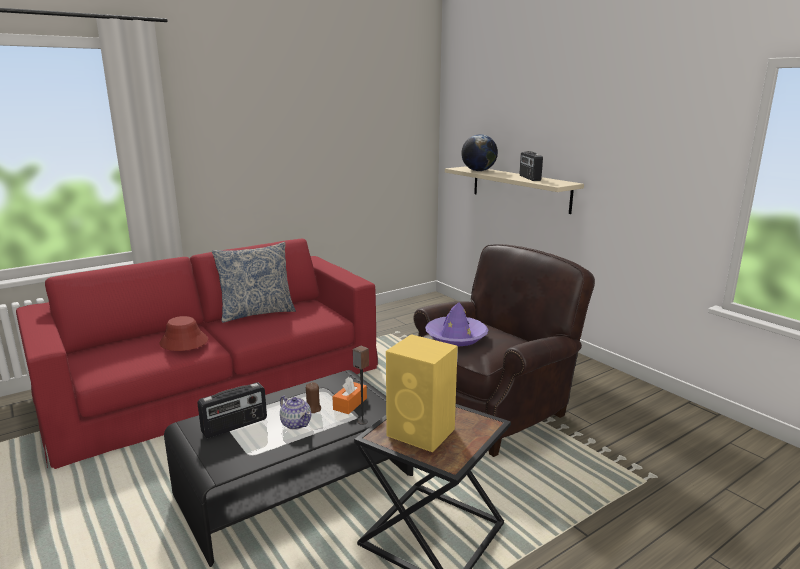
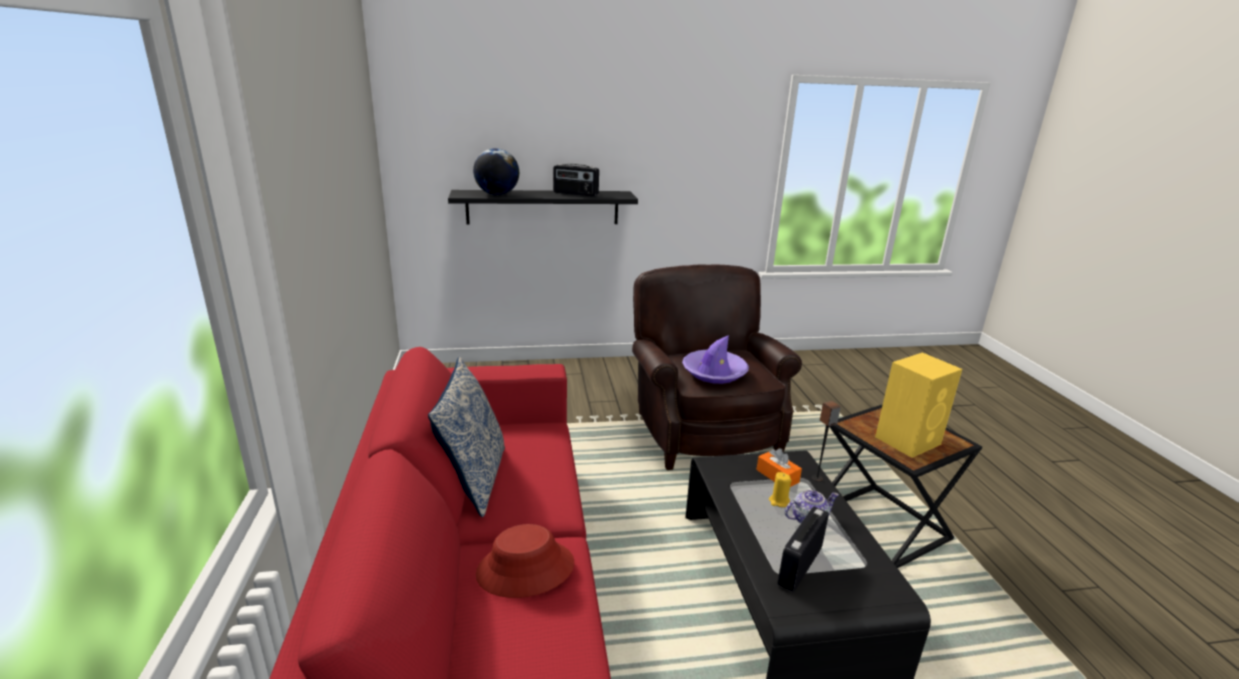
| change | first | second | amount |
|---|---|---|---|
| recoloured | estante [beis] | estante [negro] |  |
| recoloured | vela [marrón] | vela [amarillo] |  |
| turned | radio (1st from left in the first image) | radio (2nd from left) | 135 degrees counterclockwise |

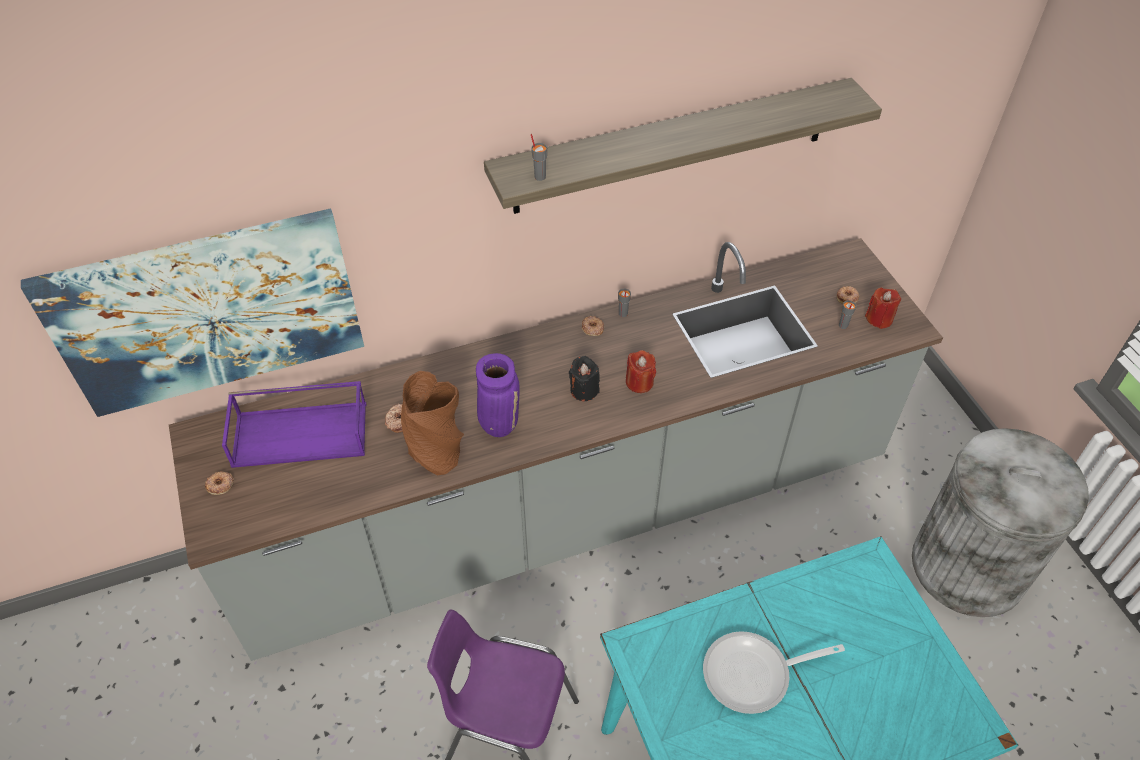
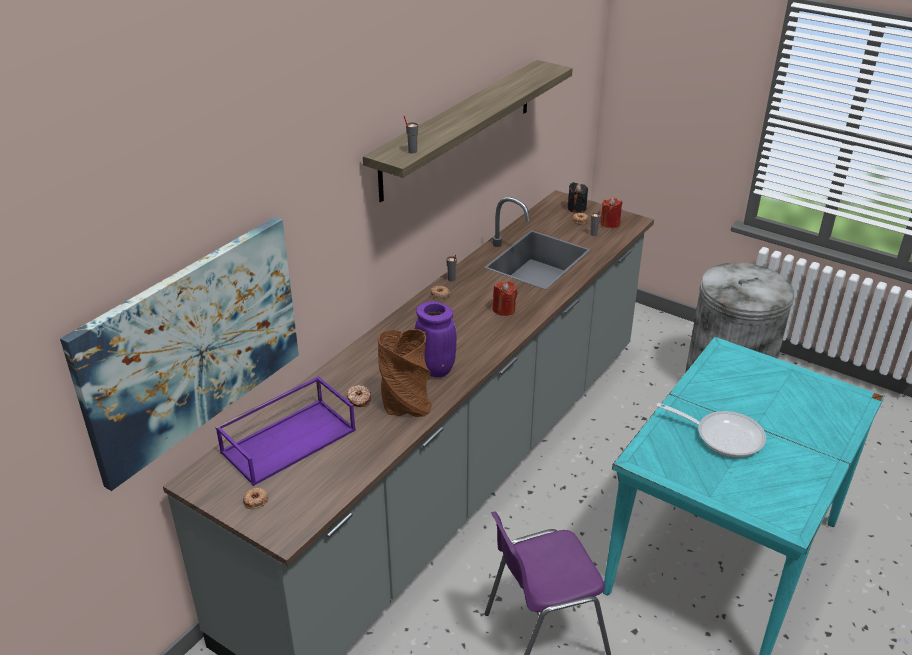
| change | first | second | amount |
|---|---|---|---|
| moved | vela [negro] |  |  |
| turned | sartén |  | 105 degrees counterclockwise |

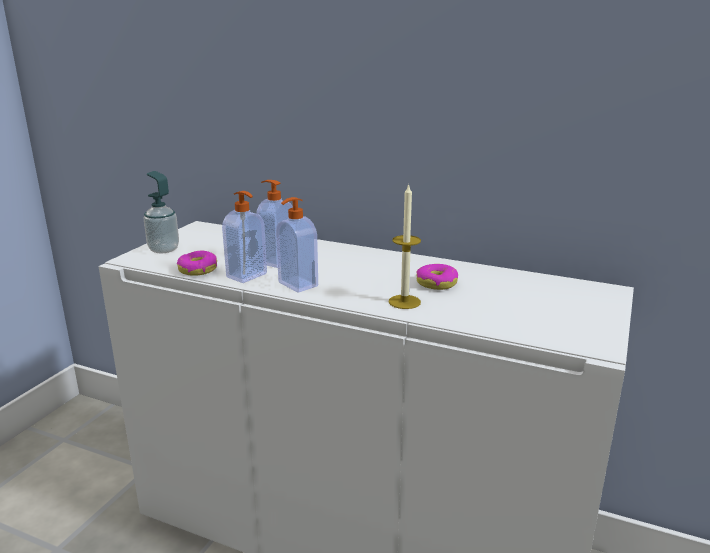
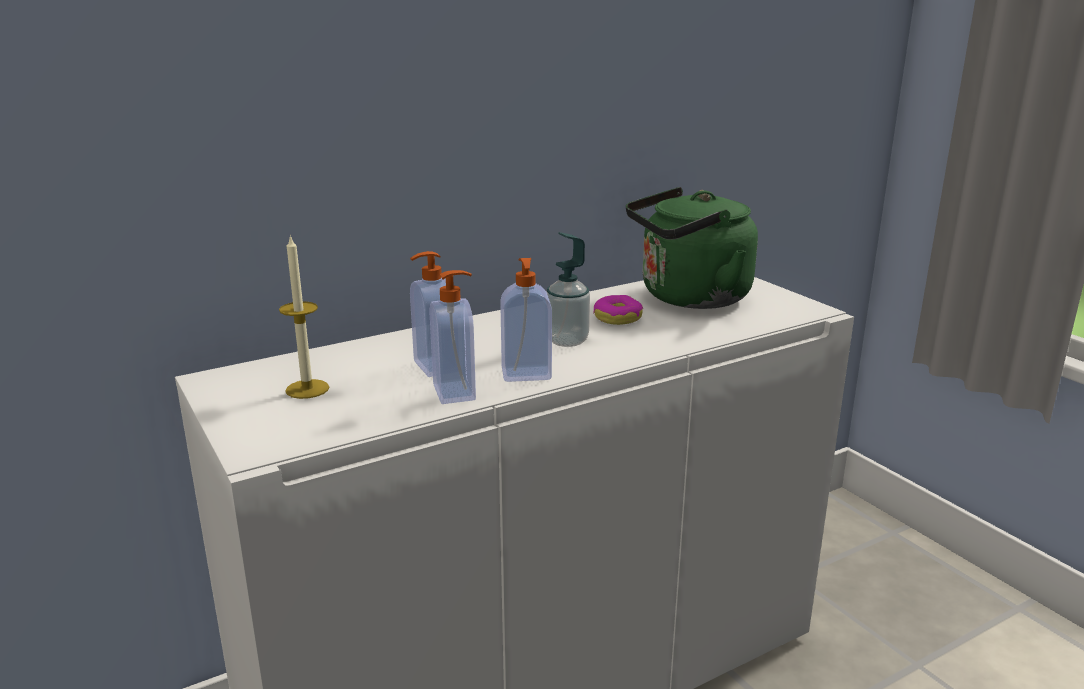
| change | first | second | amount |
|---|---|---|---|
| moved | vela |  |  |
| moved | dispensador de jabón (1st from left in the first image) | dispensador de jabón (4th from left) |  |
| added |  | hervidor [verde] |  |
| removed | rosquilla (1st from left) |  |  |

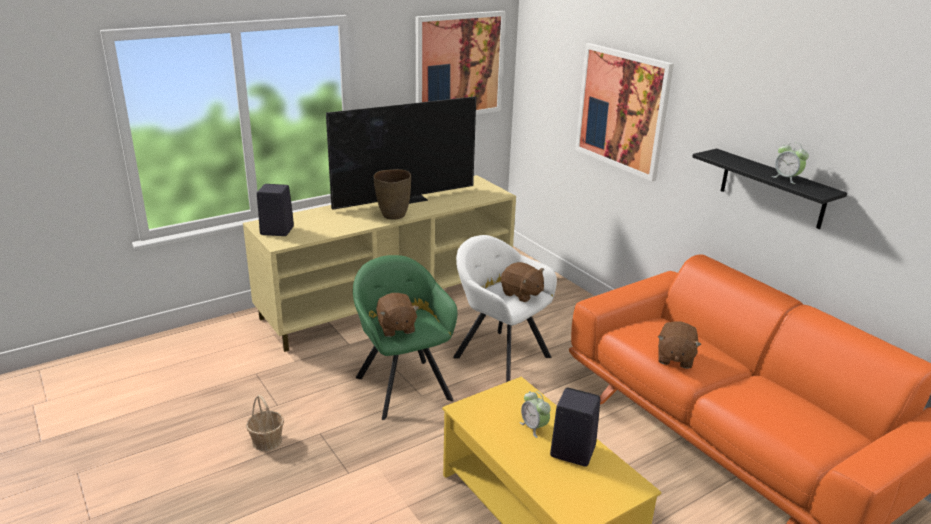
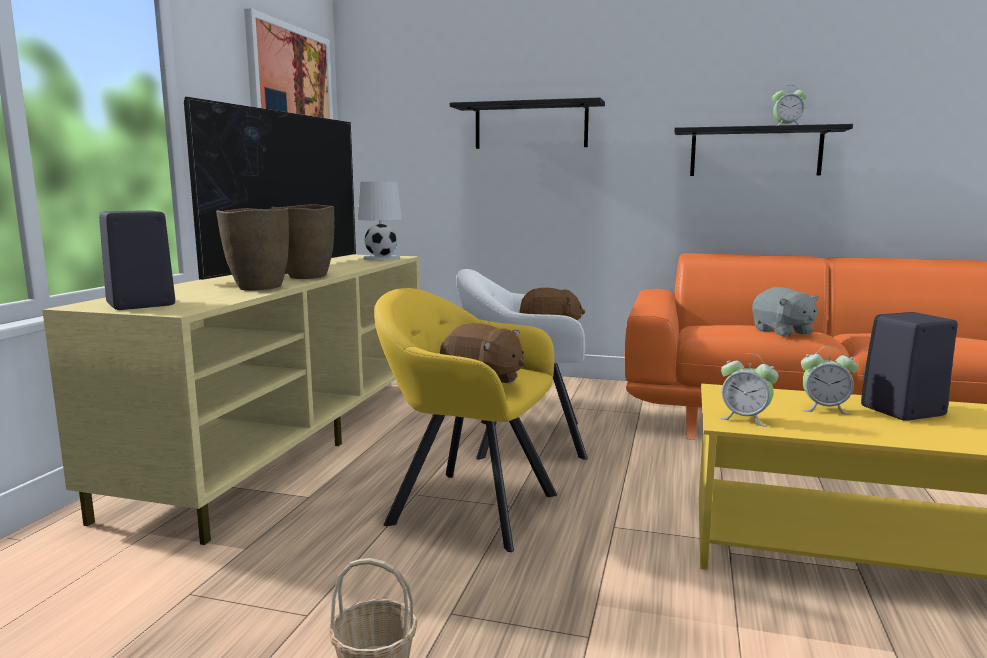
| change | first | second | amount |
|---|---|---|---|
| added |  | florero [marrón] (1st from left) |  |
| added |  | lámpara de mesa [blanco] |  |
| recoloured | sillón [verde] | sillón [amarillo] |  |
| replaced | cuadro (2nd from left) | estante [negro] (1st from left) |  |
| added |  | despertador (1st from left) |  |
| recoloured | peluche [marrón] (3rd from left) | peluche [gris] |  |

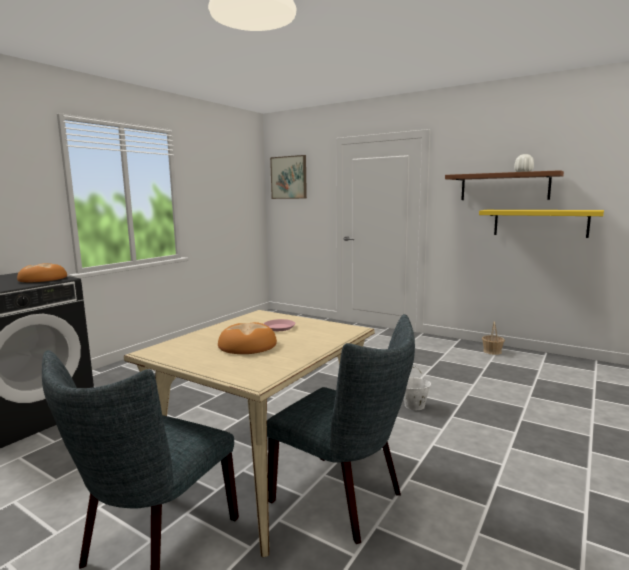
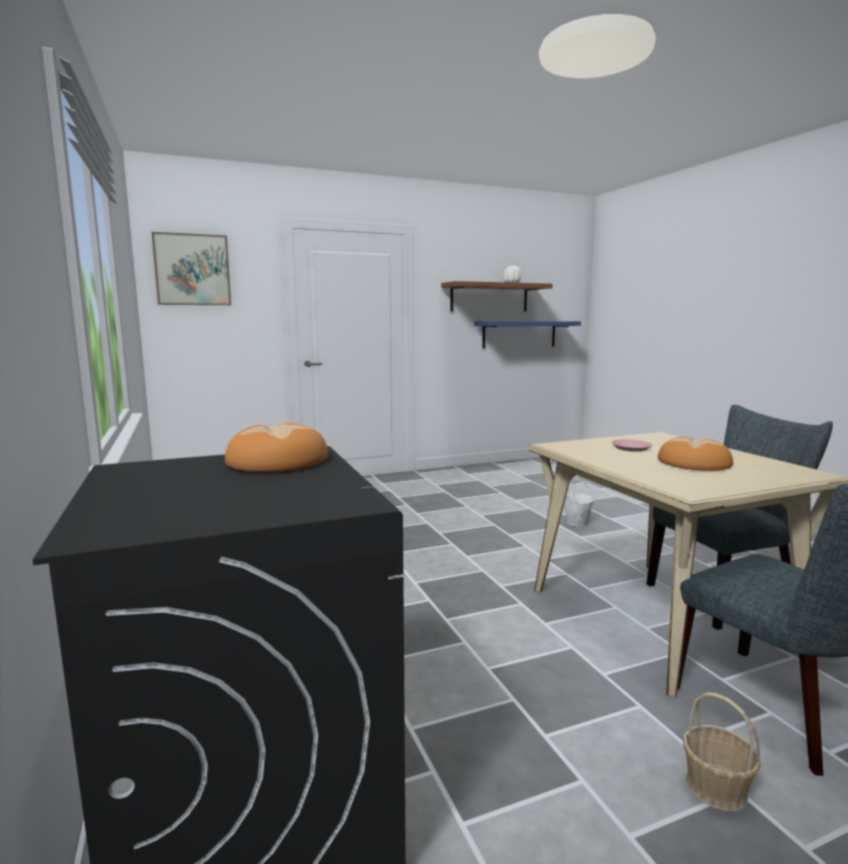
| change | first | second | amount |
|---|---|---|---|
| recoloured | estante [amarillo] | estante [azul] |  |
| moved | cesta |  |  |

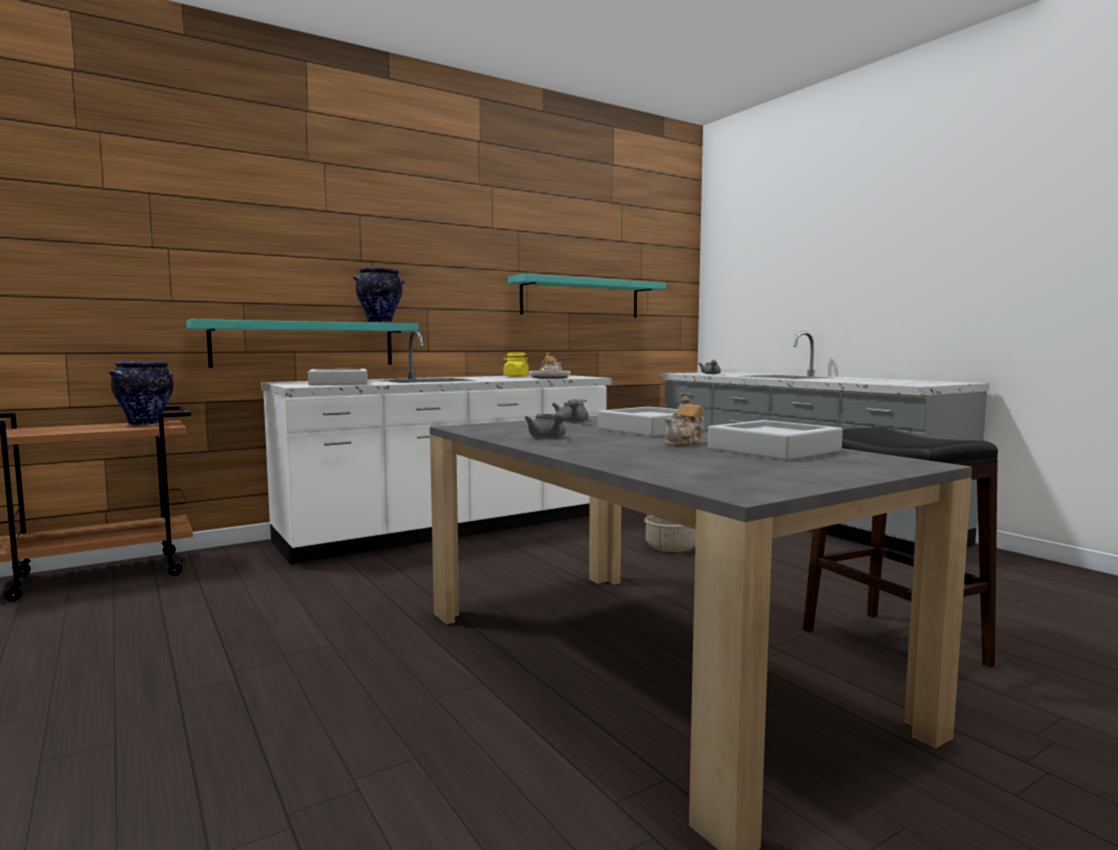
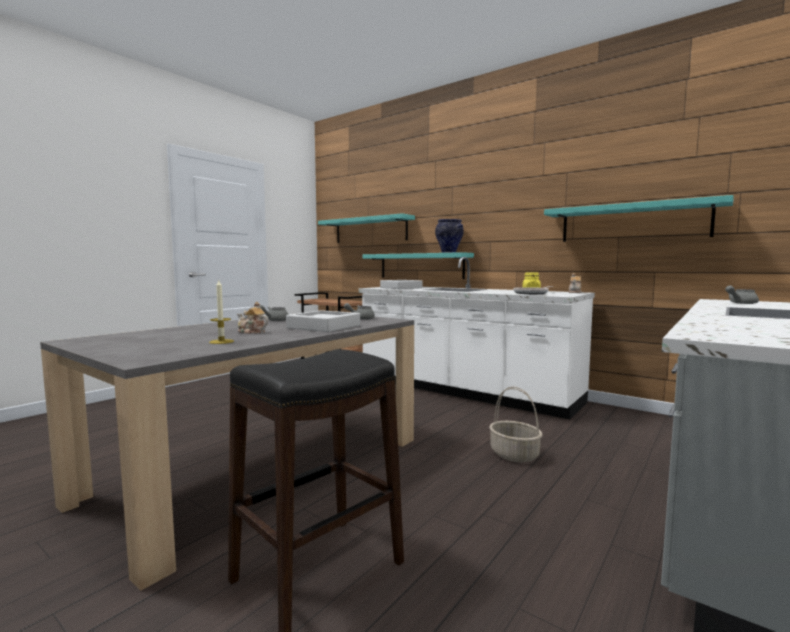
| change | first | second | amount |
|---|---|---|---|
| replaced | bandeja [gris] (3rd from left) | vela |  |
| added |  | estante [turquesa] (1st from left) |  |
| removed | florero (1st from left) |  |  |

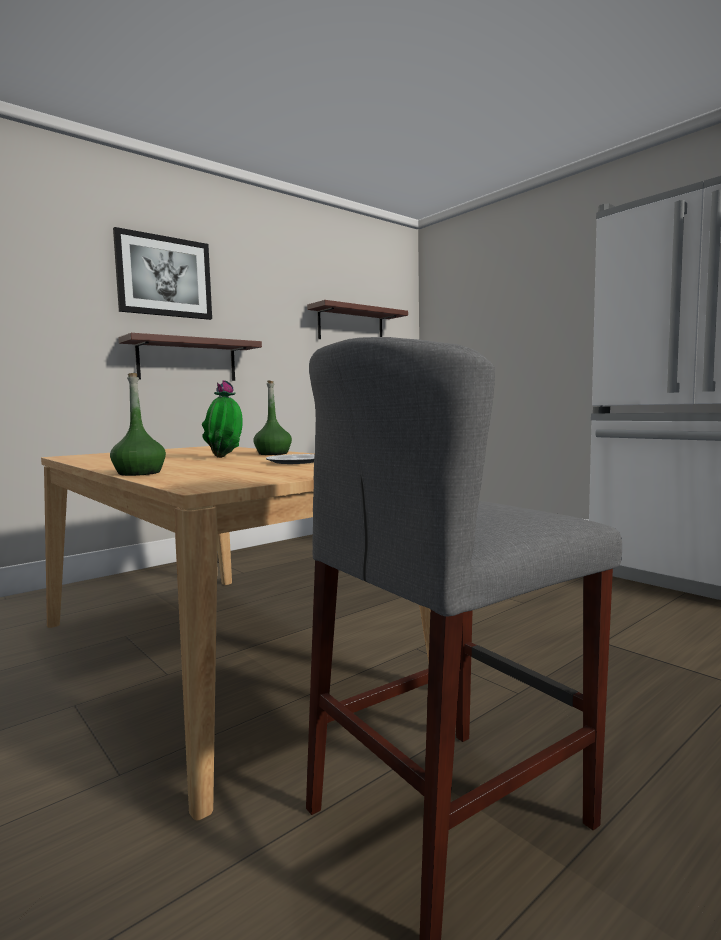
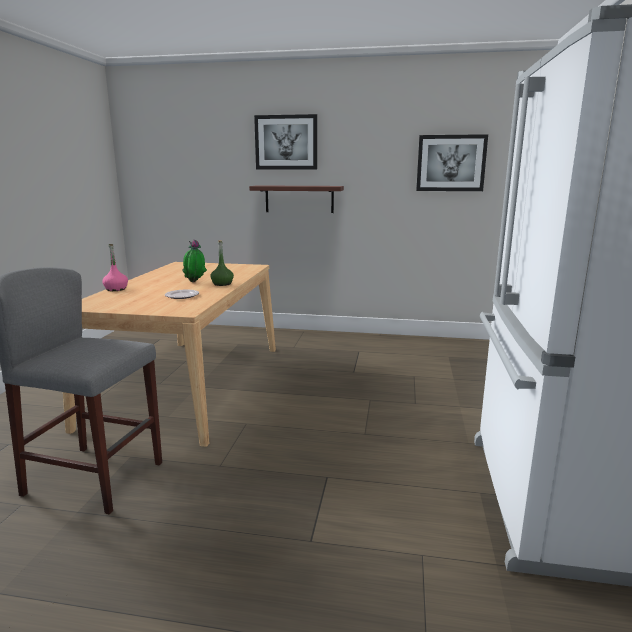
| change | first | second | amount |
|---|---|---|---|
| recoloured | botella [verde] (1st from left) | botella [rosa] |  |
| replaced | estante (2nd from left) | cuadro (2nd from left) |  |

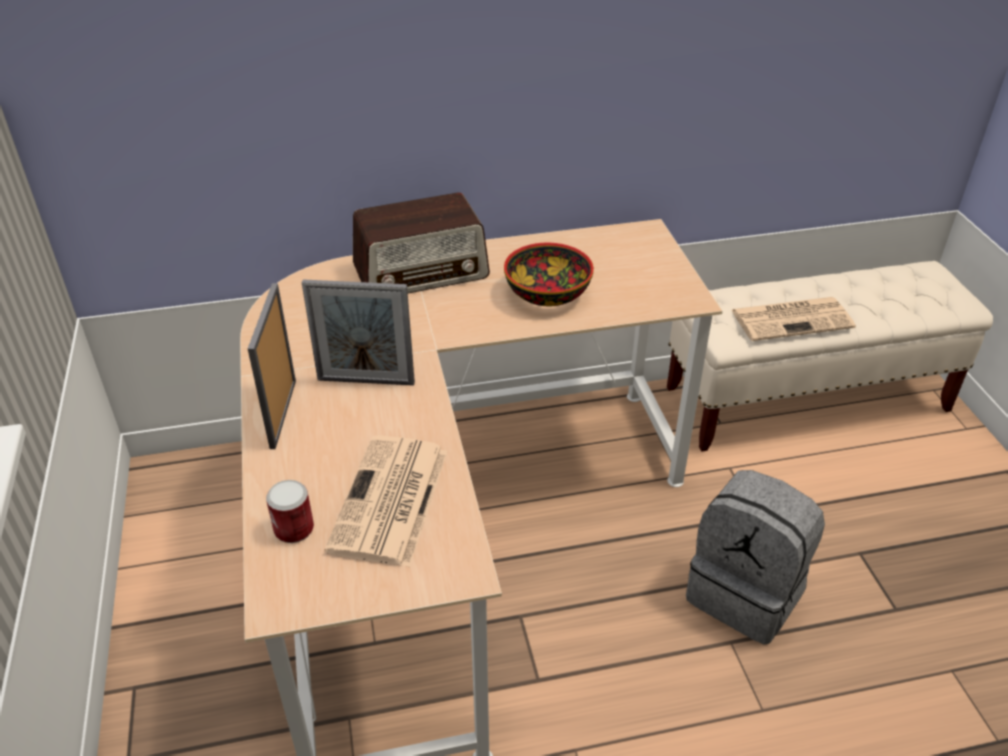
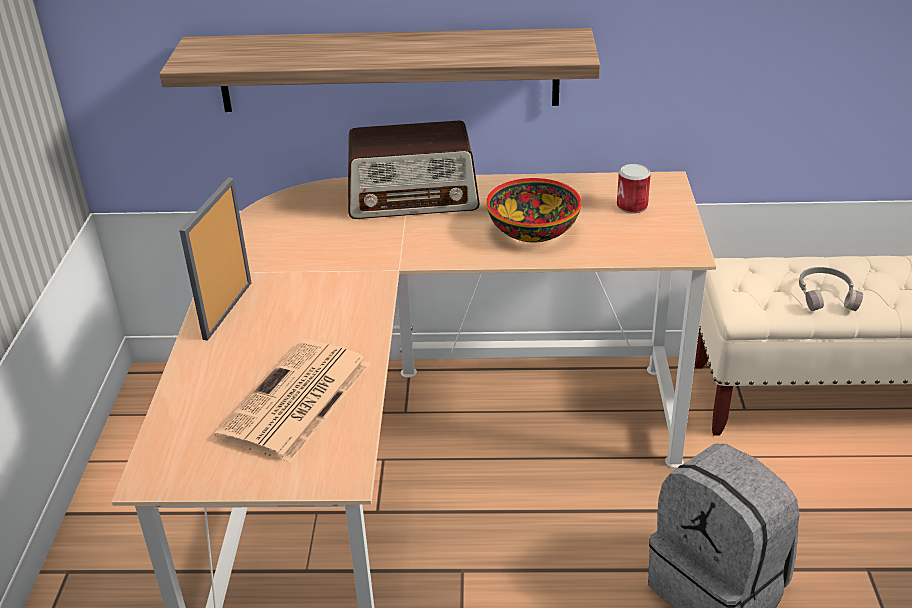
| change | first | second | amount |
|---|---|---|---|
| added |  | estante |  |
| moved | lata |  |  |
| replaced | periódico (2nd from left) | auriculares [gris] |  |
| removed | portarretratos (2nd from left) |  |  |

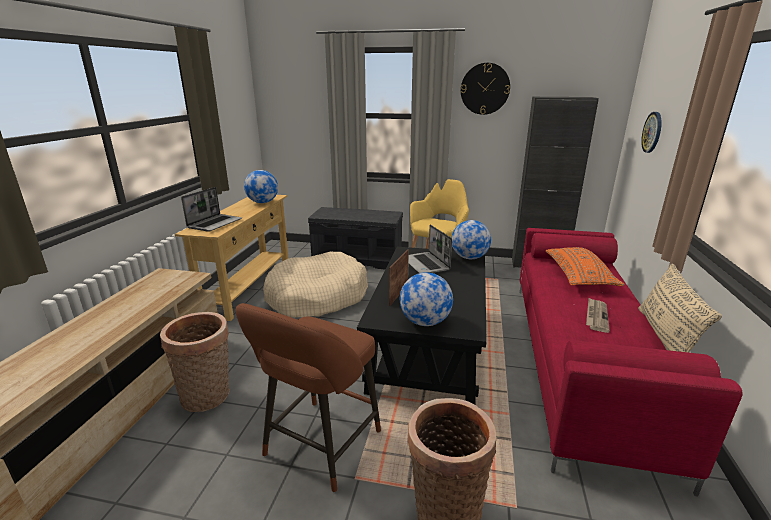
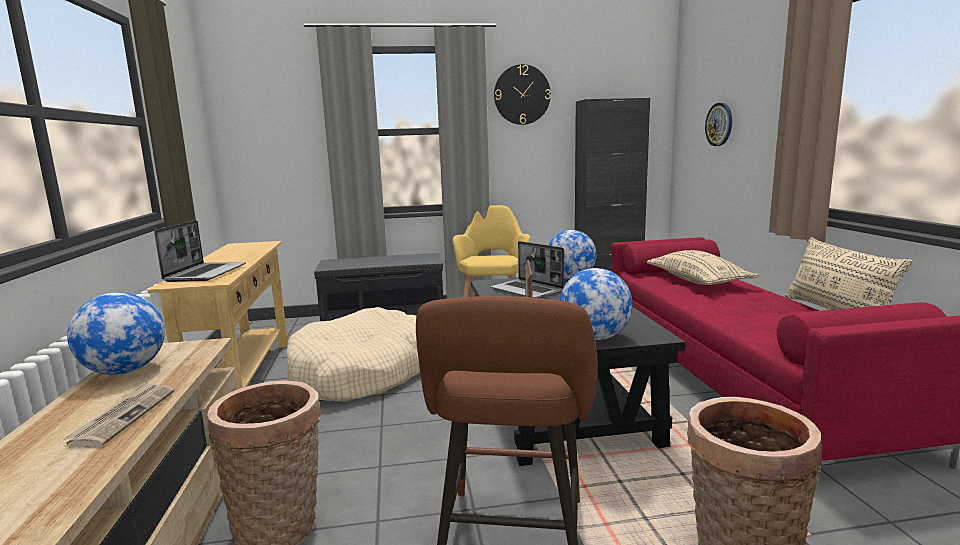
| change | first | second | amount |
|---|---|---|---|
| moved | periódico |  |  |
| moved | globo terráqueo (1st from left) |  |  |
| recoloured | cojín [naranja] | cojín [beis] (1st from left) |  |

